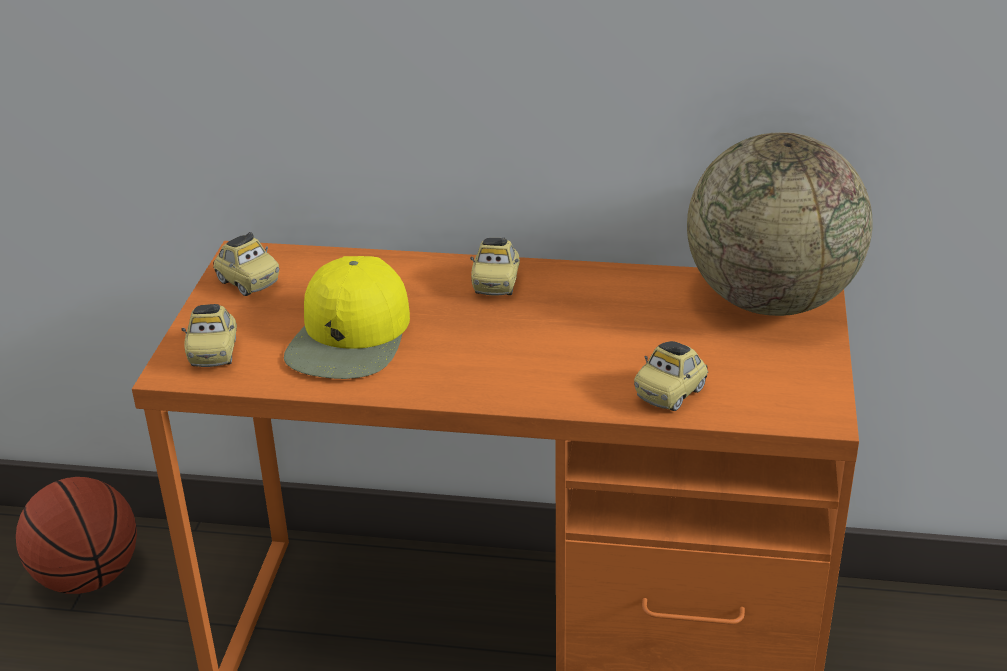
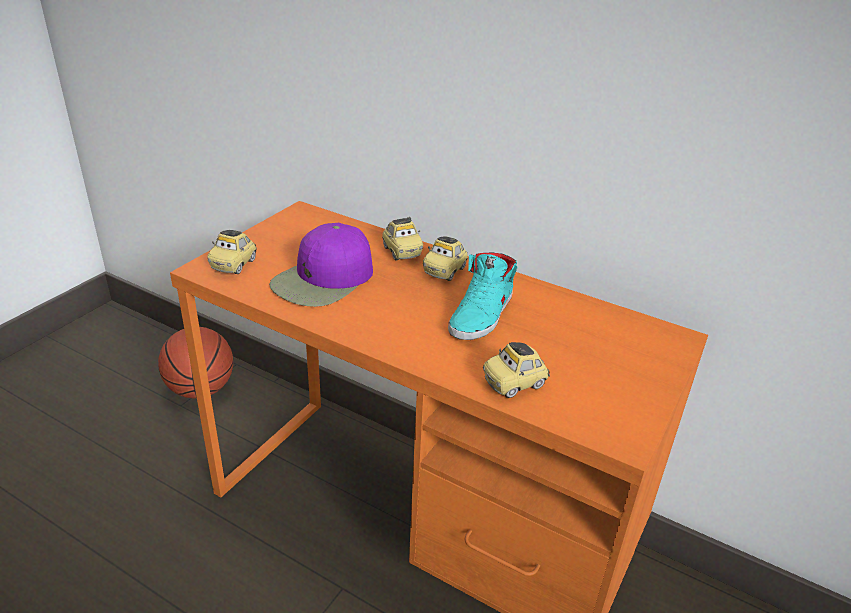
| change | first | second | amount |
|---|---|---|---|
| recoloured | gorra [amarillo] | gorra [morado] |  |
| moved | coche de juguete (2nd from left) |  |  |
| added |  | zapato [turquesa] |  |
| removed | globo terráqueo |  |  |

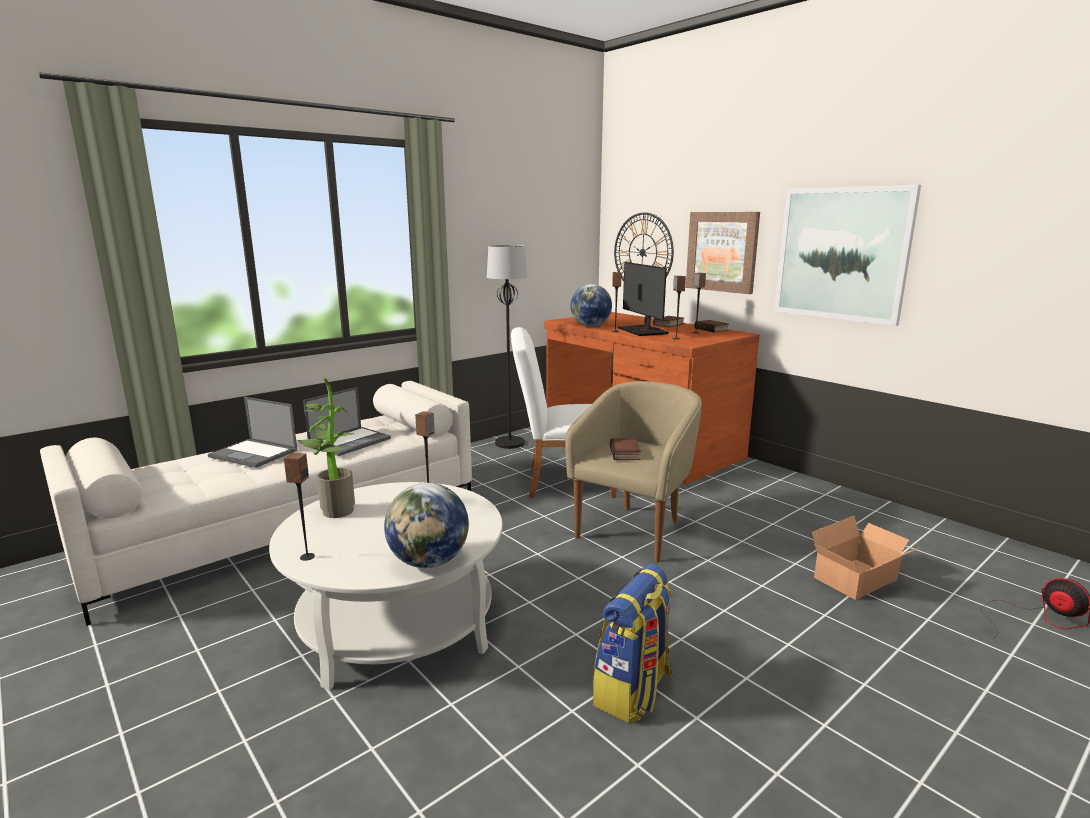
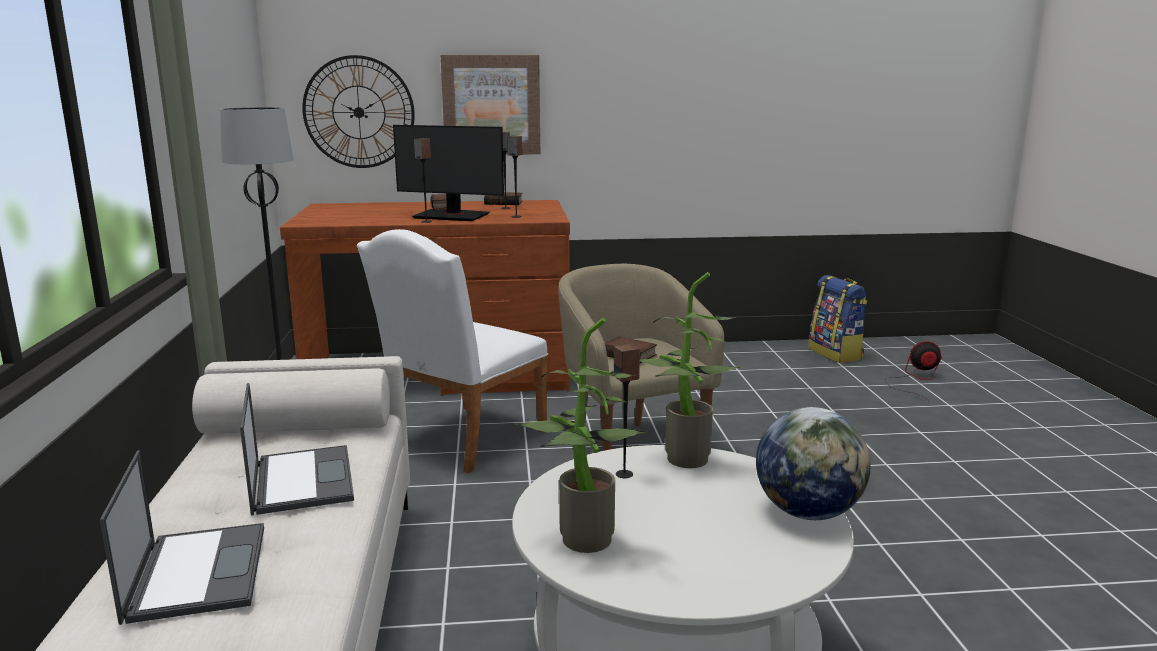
| change | first | second | amount |
|---|---|---|---|
| turned | portátil (1st from left) |  | 75 degrees counterclockwise |
| added |  | planta en maceta (2nd from left) |  |
| moved | mochila |  |  |
| removed | altavoz (1st from left) |  |  |
| removed | globo terráqueo (2nd from left) |  |  |
| removed | cuadro (2nd from left) |  |  |
| removed | caja de cartón |  |  |

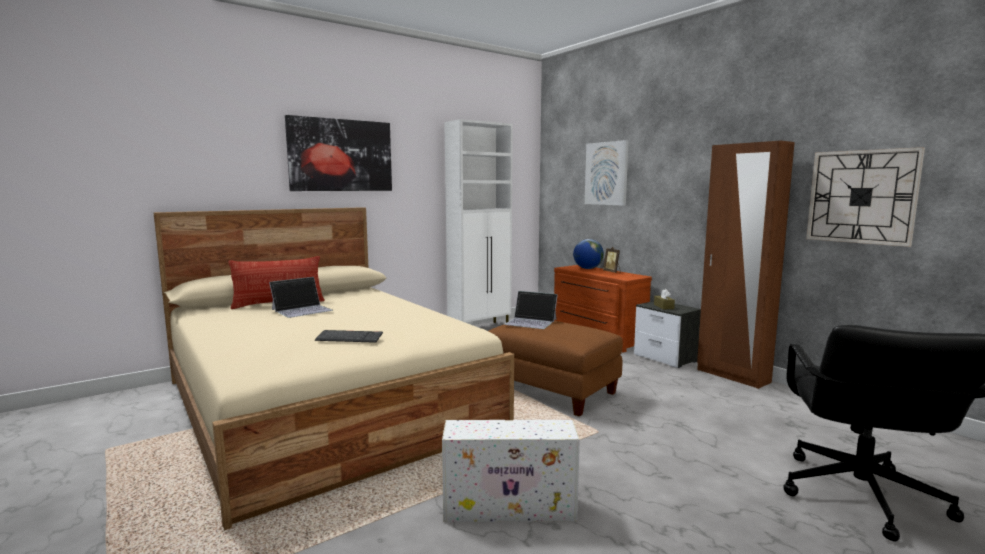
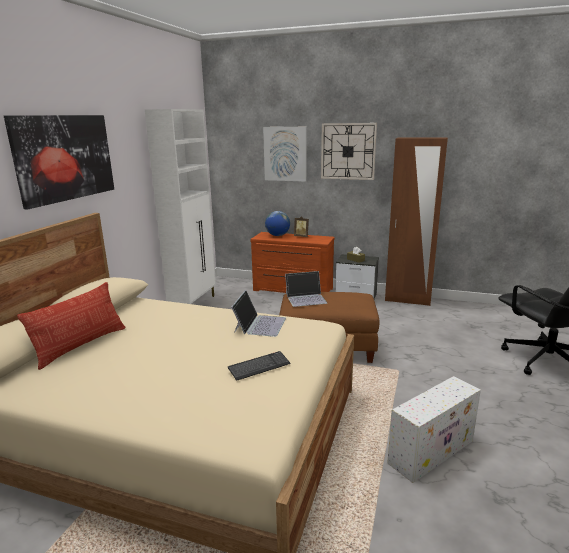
| change | first | second | amount |
|---|---|---|---|
| moved | portátil (1st from left) |  |  |
| moved | reloj de pared |  |  |

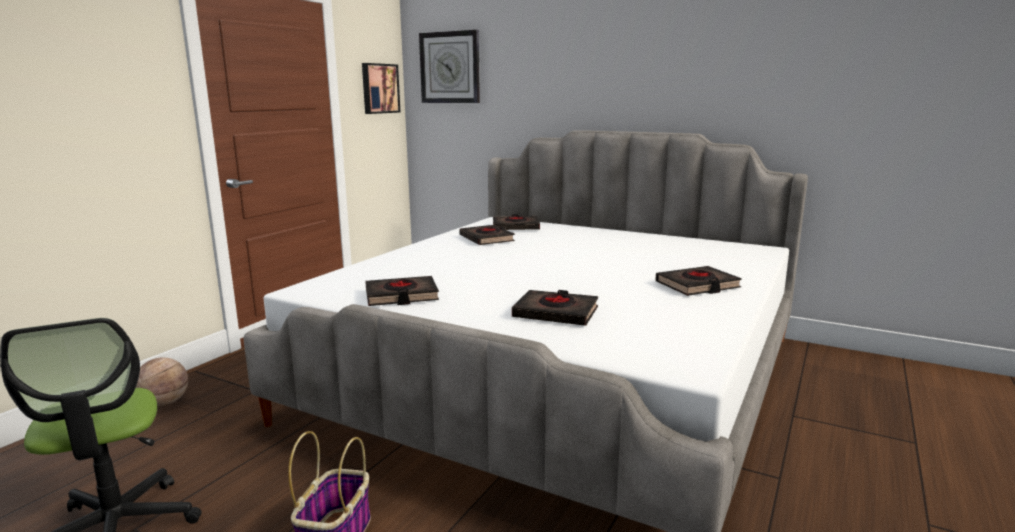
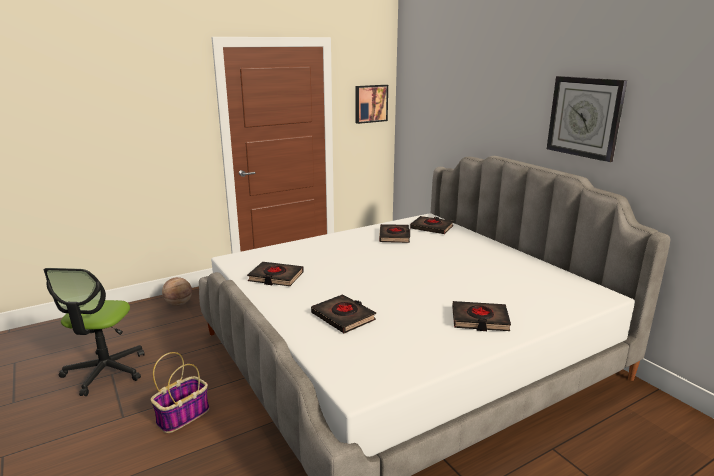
| change | first | second | amount |
|---|---|---|---|
| moved | reloj de pared |  |  |

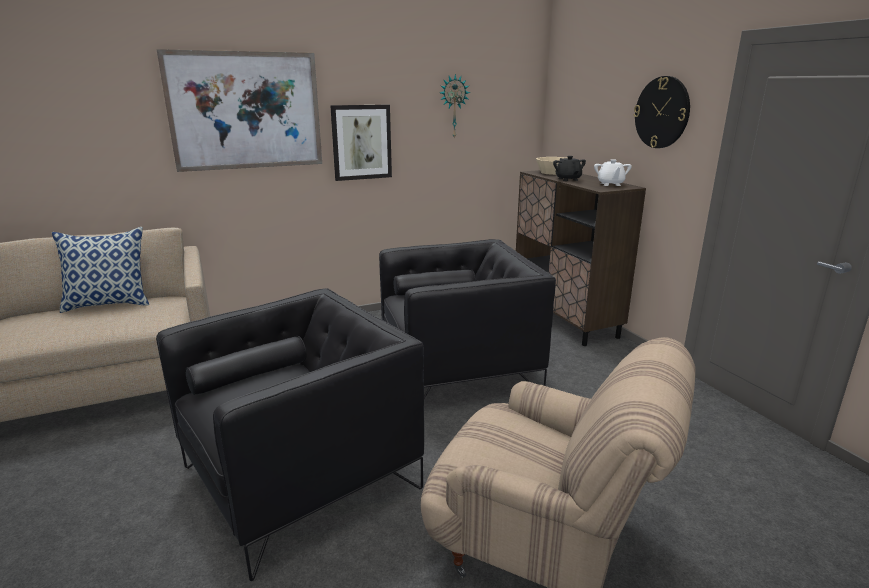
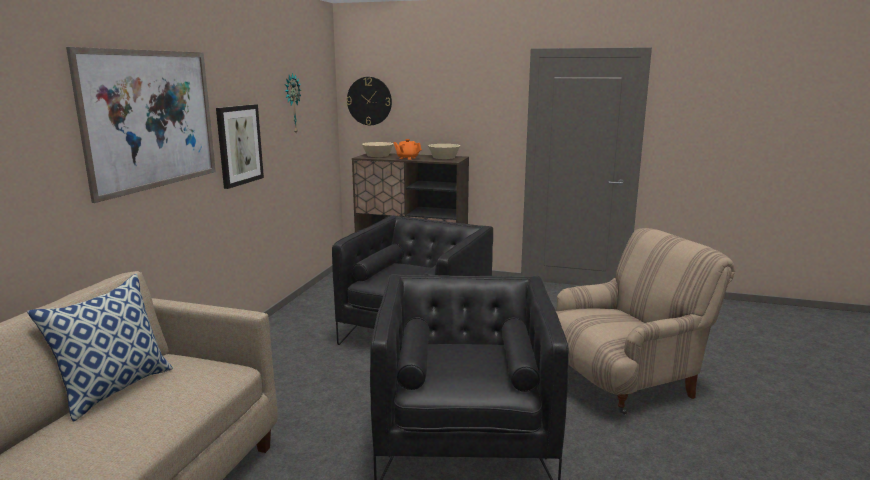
| change | first | second | amount |
|---|---|---|---|
| moved | reloj de pared (2nd from left) |  |  |
| recoloured | tetera [negro] | tetera [naranja] |  |
| replaced | tetera [blanco] | cuenco [beis] (2nd from left) |  |

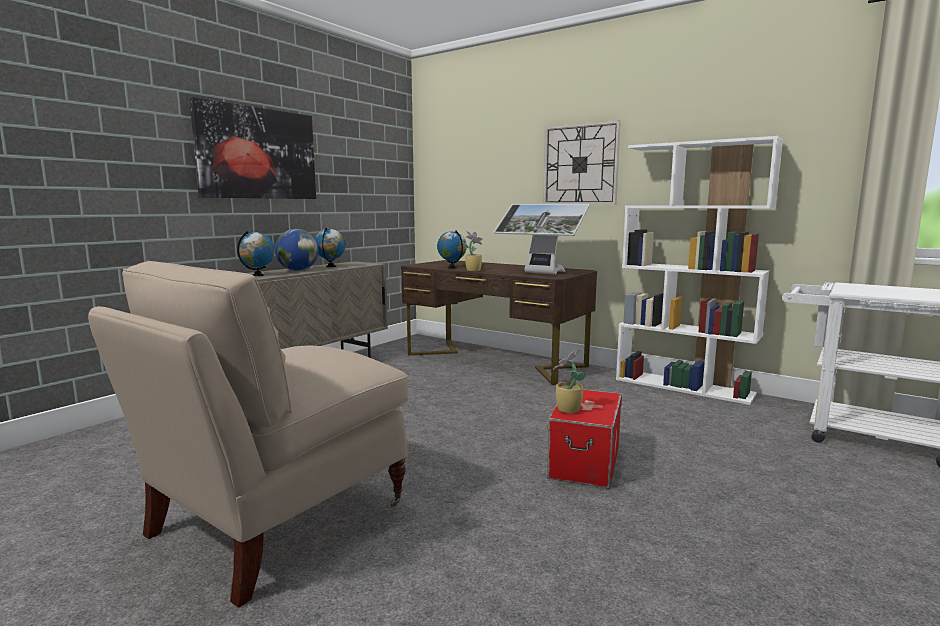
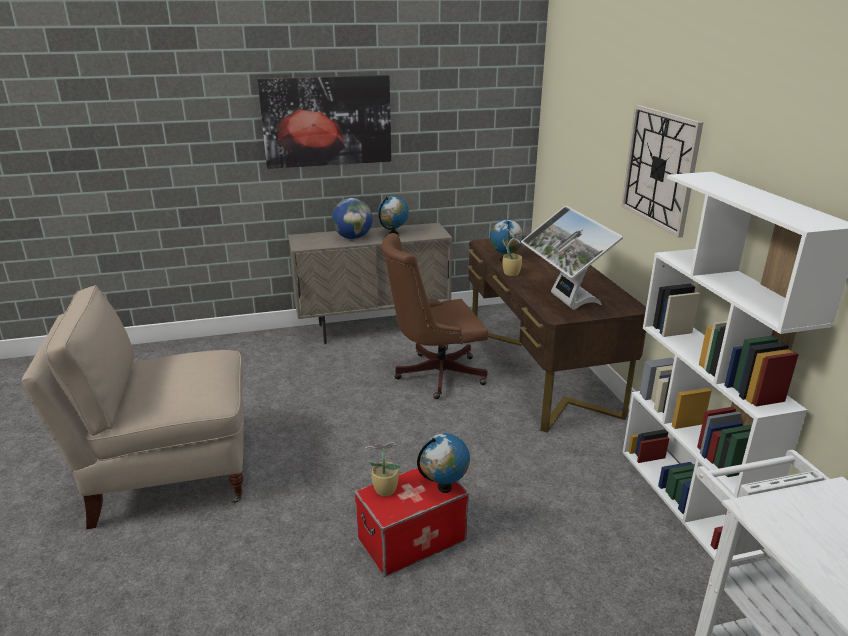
| change | first | second | amount |
|---|---|---|---|
| added |  | silla de oficina [marrón] |  |
| moved | globo terráqueo (1st from left in the first image) | globo terráqueo (3rd from left) |  |

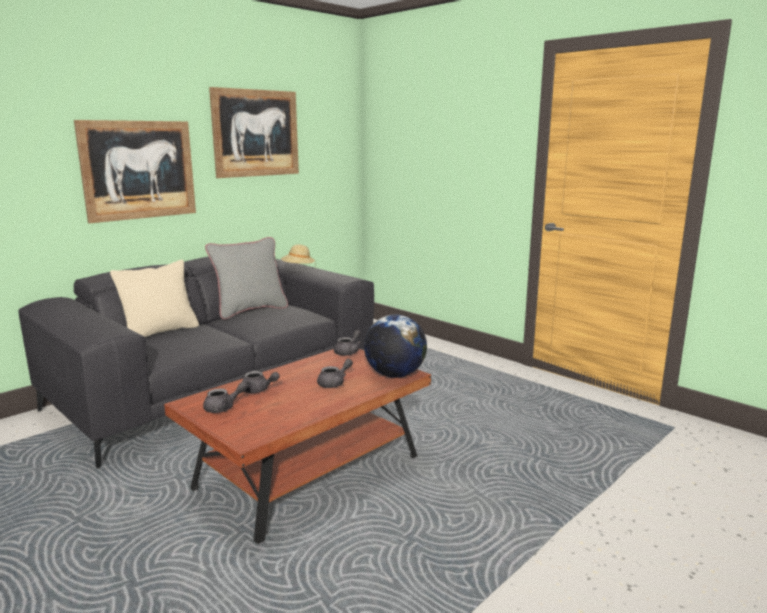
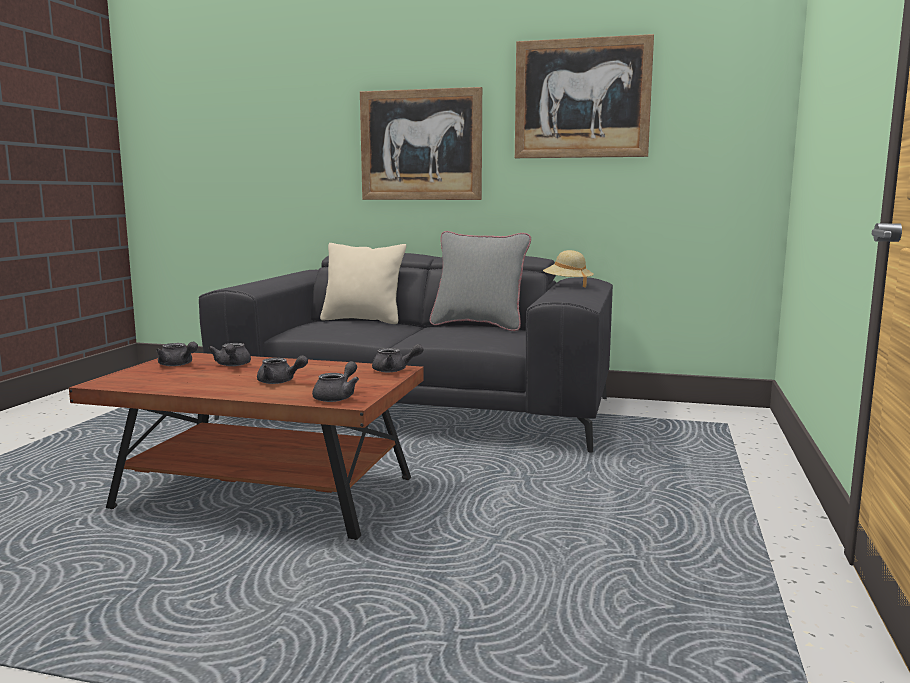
| change | first | second | amount |
|---|---|---|---|
| replaced | globo terráqueo | tetera [gris] (4th from left) |  |

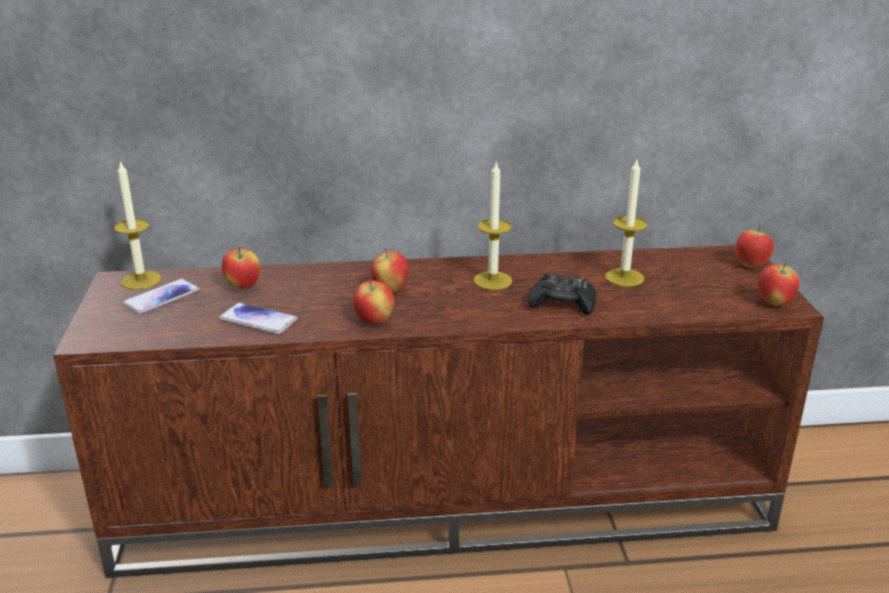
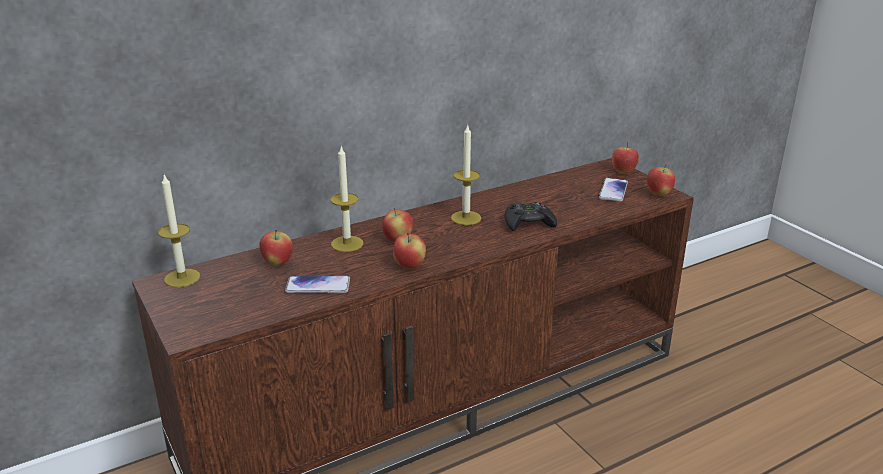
| change | first | second | amount |
|---|---|---|---|
| moved | vela (3rd from left in the first image) | vela (2nd from left) |  |
| moved | móvil (1st from left in the first image) | móvil (2nd from left) |  |

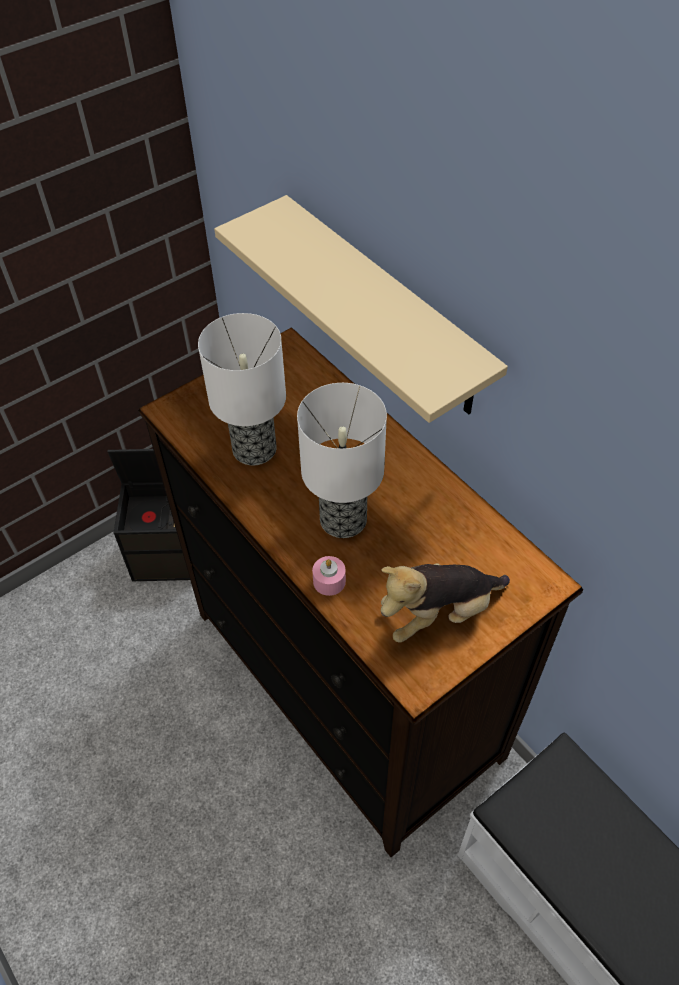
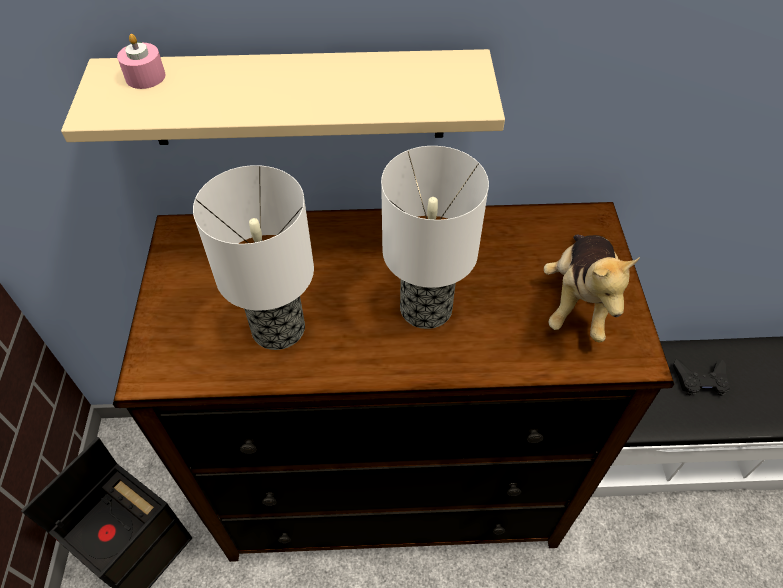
| change | first | second | amount |
|---|---|---|---|
| moved | vela [rosa] |  |  |
| added |  | mando de consola [negro] |  |

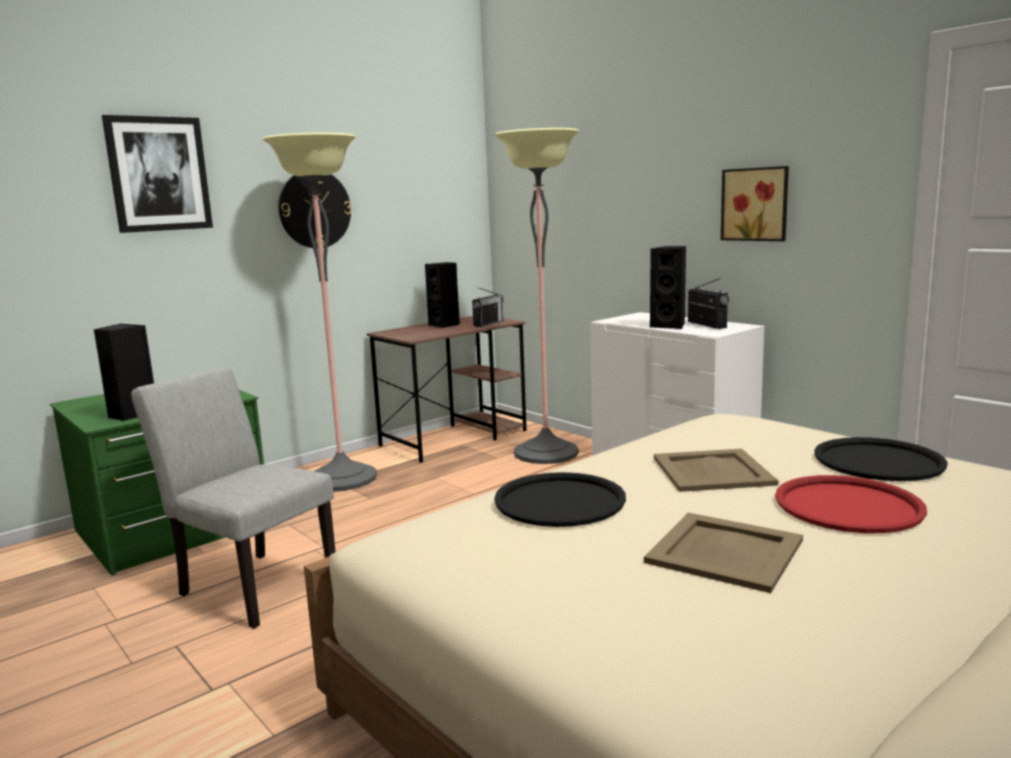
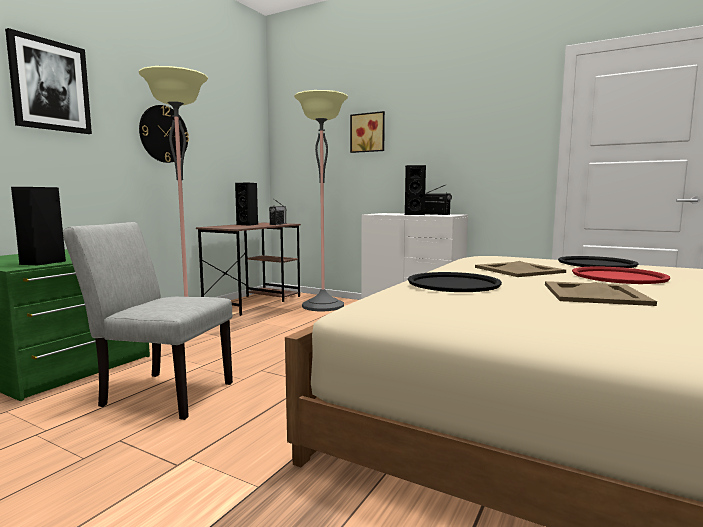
| change | first | second | amount |
|---|---|---|---|
| moved | cuadro (2nd from left) |  |  |

